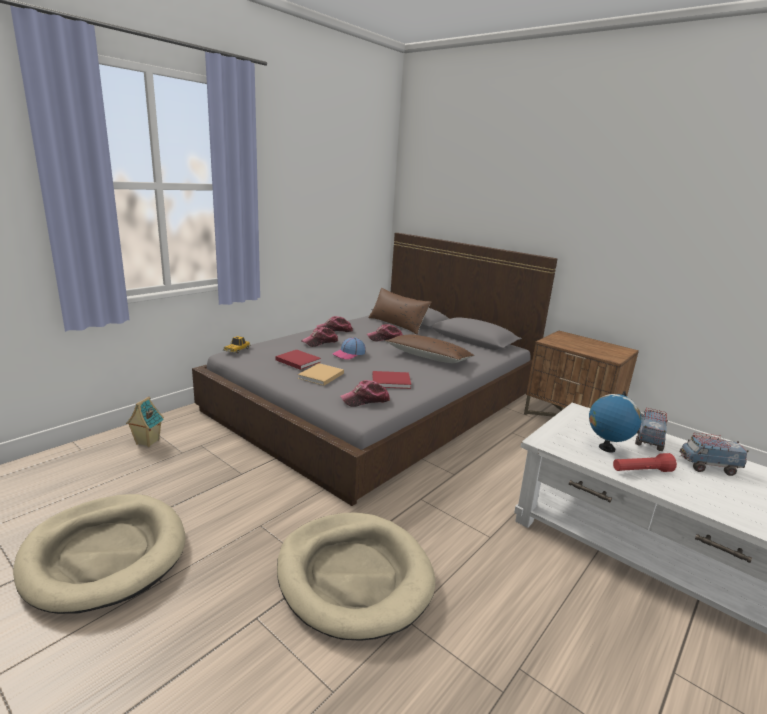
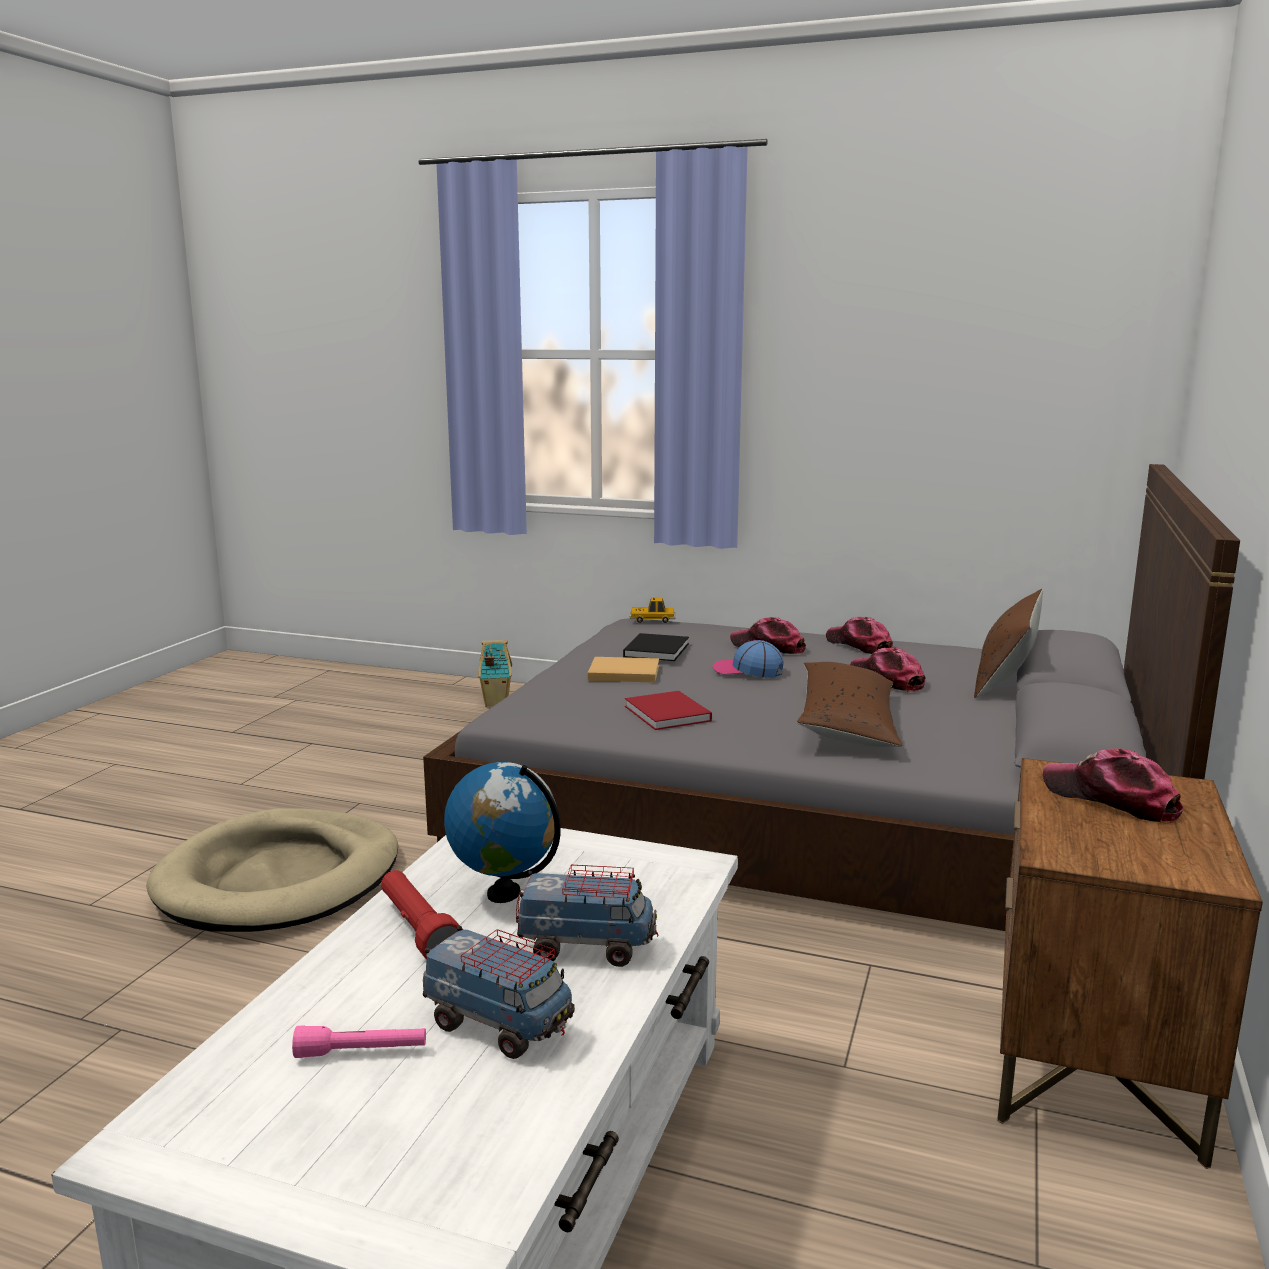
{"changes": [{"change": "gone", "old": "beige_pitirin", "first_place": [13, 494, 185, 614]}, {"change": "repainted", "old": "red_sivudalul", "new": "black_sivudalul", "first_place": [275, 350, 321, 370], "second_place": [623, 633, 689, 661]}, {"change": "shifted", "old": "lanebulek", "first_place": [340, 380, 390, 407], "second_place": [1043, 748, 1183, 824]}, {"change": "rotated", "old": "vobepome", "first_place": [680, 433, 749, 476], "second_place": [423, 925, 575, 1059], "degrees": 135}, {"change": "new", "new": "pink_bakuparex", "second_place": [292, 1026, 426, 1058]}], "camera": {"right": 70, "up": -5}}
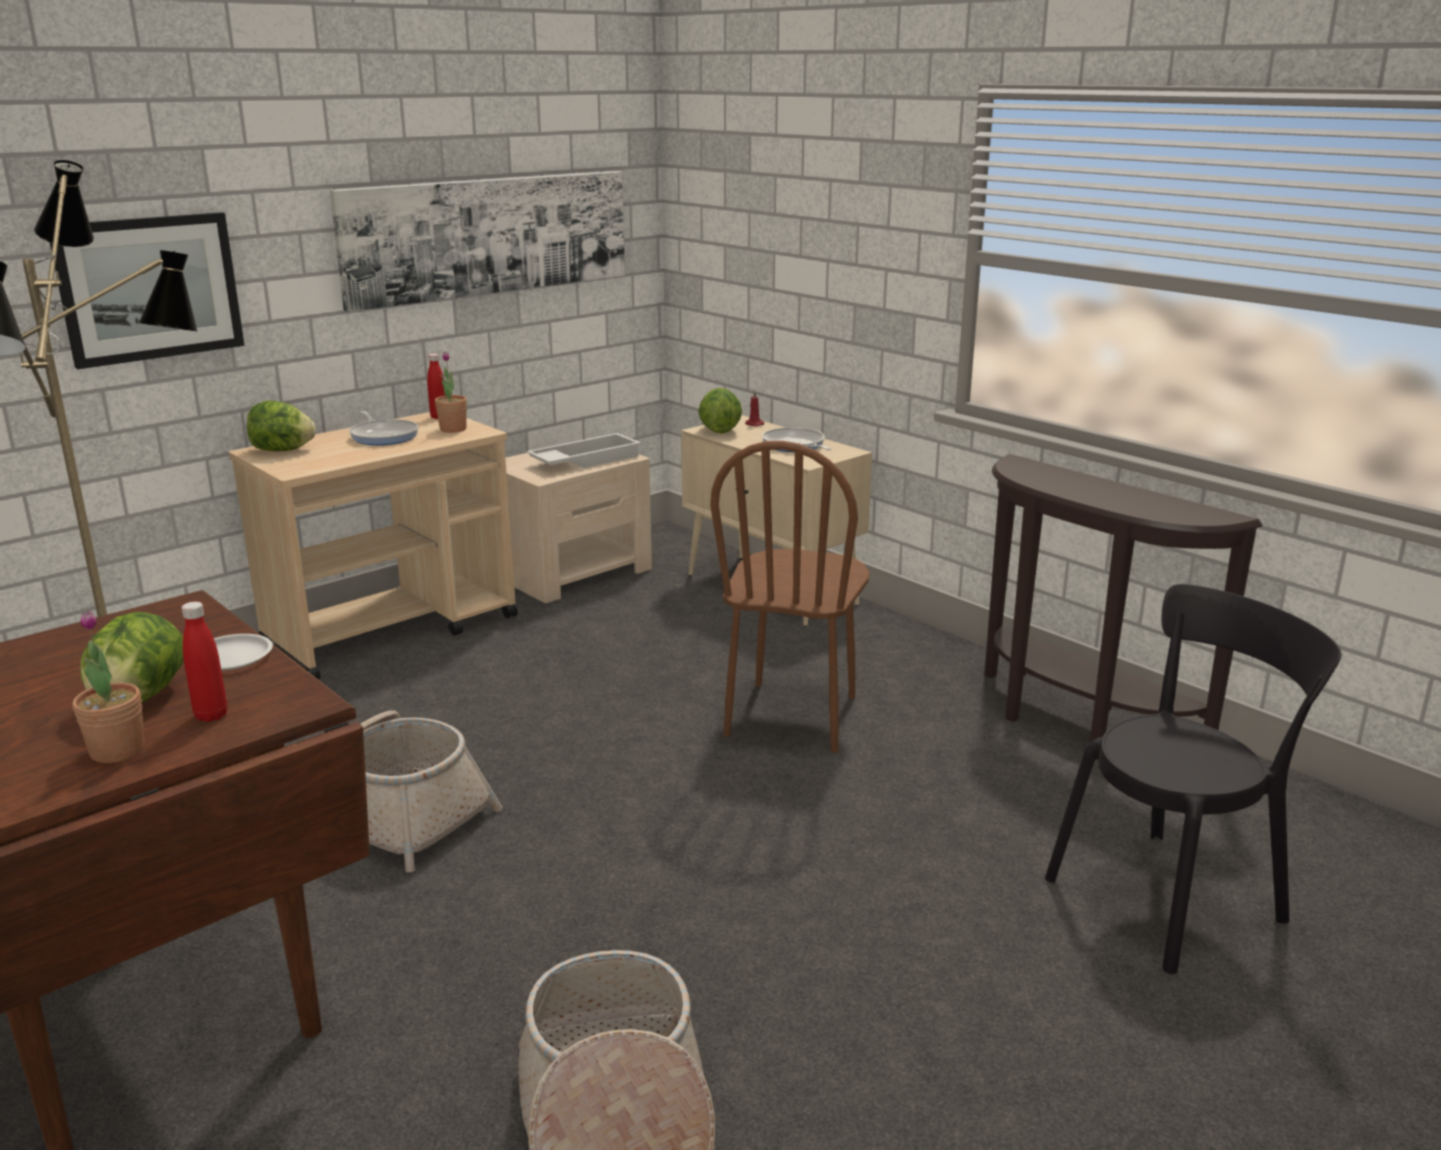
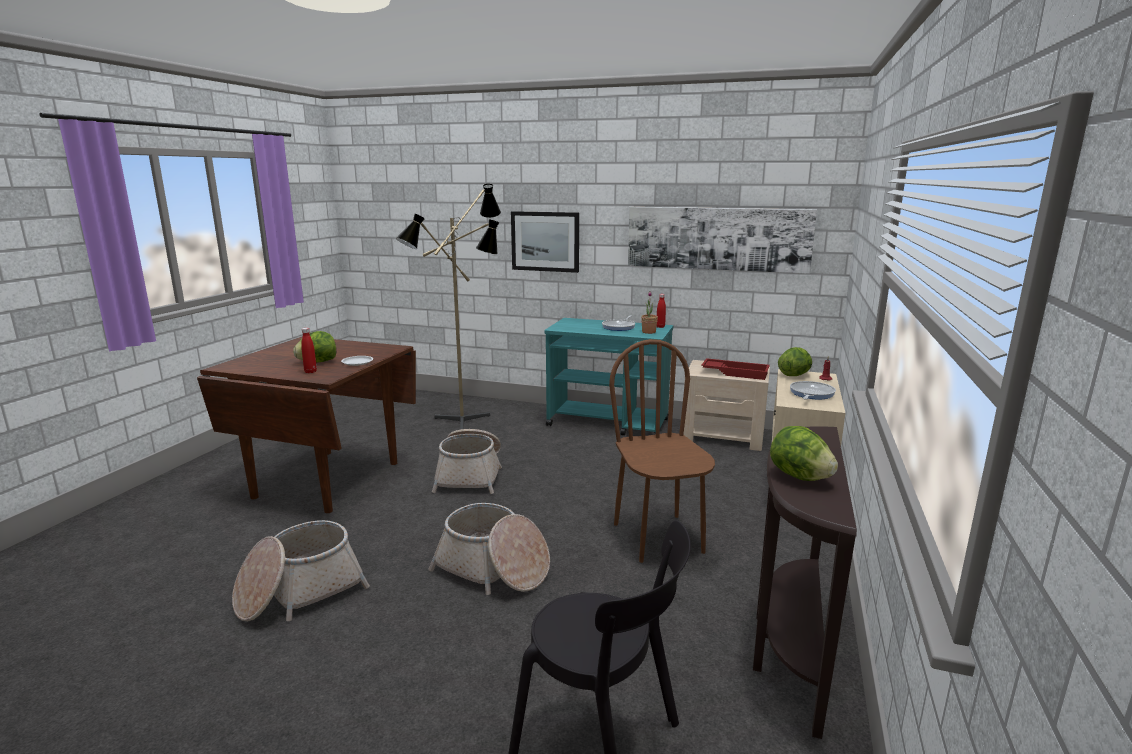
{"changes": [{"change": "gone", "old": "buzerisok", "first_place": [72, 610, 145, 763]}, {"change": "repainted", "old": "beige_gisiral", "new": "turquoise_gisiral", "first_place": [229, 412, 518, 680], "second_place": [544, 318, 673, 435]}, {"change": "shifted", "old": "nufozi", "first_place": [247, 400, 316, 451], "second_place": [770, 426, 838, 481]}, {"change": "repainted", "old": "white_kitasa", "new": "red_kitasa", "first_place": [526, 433, 641, 468], "second_place": [701, 358, 770, 380]}, {"change": "rotated", "old": "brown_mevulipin", "first_place": [710, 441, 870, 753], "second_place": [609, 339, 715, 563], "degrees": 90}, {"change": "new", "new": "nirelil", "second_place": [429, 503, 550, 595]}], "camera": {"right": 60, "up": -5}}
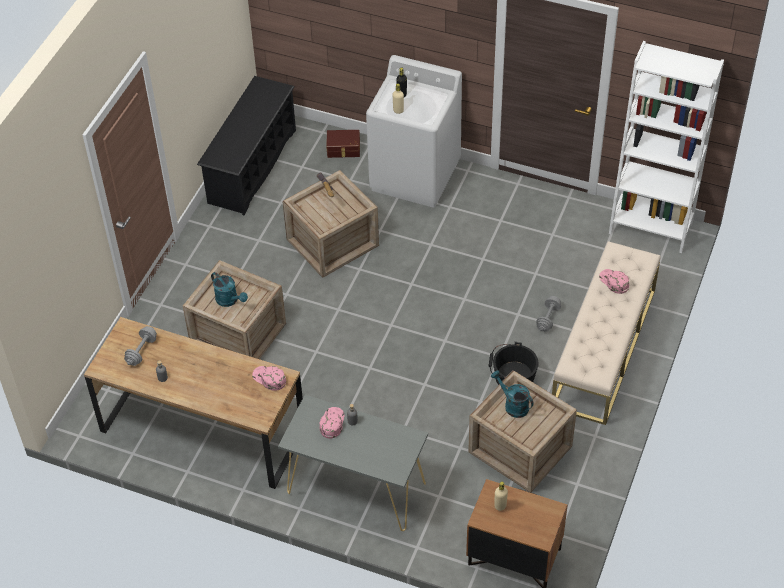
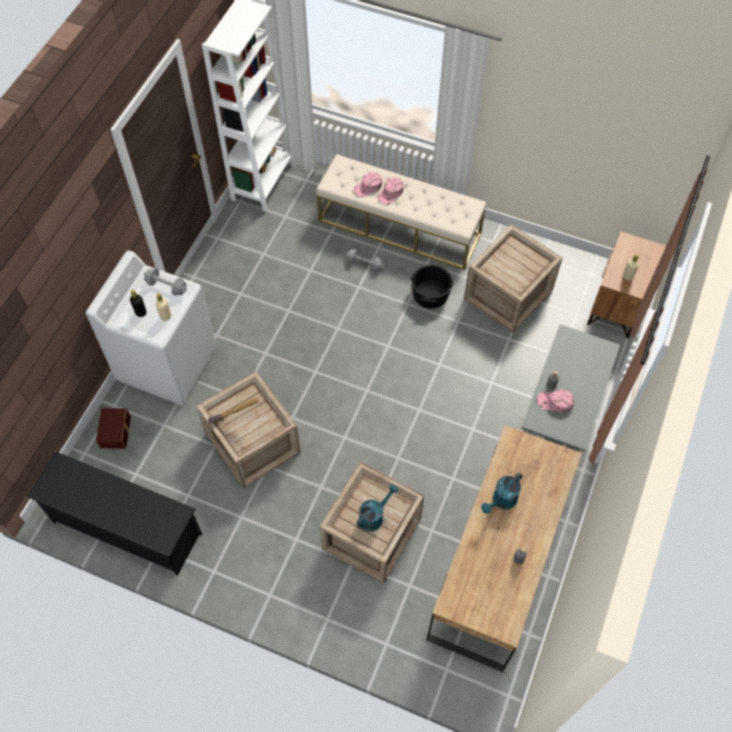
{"changes": [{"change": "shifted", "old": "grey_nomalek", "first_place": [124, 326, 157, 366], "second_place": [144, 268, 187, 296]}, {"change": "shifted", "old": "pink_lanebulek", "first_place": [252, 366, 286, 391], "second_place": [377, 177, 404, 205]}, {"change": "shifted", "old": "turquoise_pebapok", "first_place": [491, 370, 534, 418], "second_place": [481, 472, 523, 514]}], "camera": {"right": -90, "up": 10}}
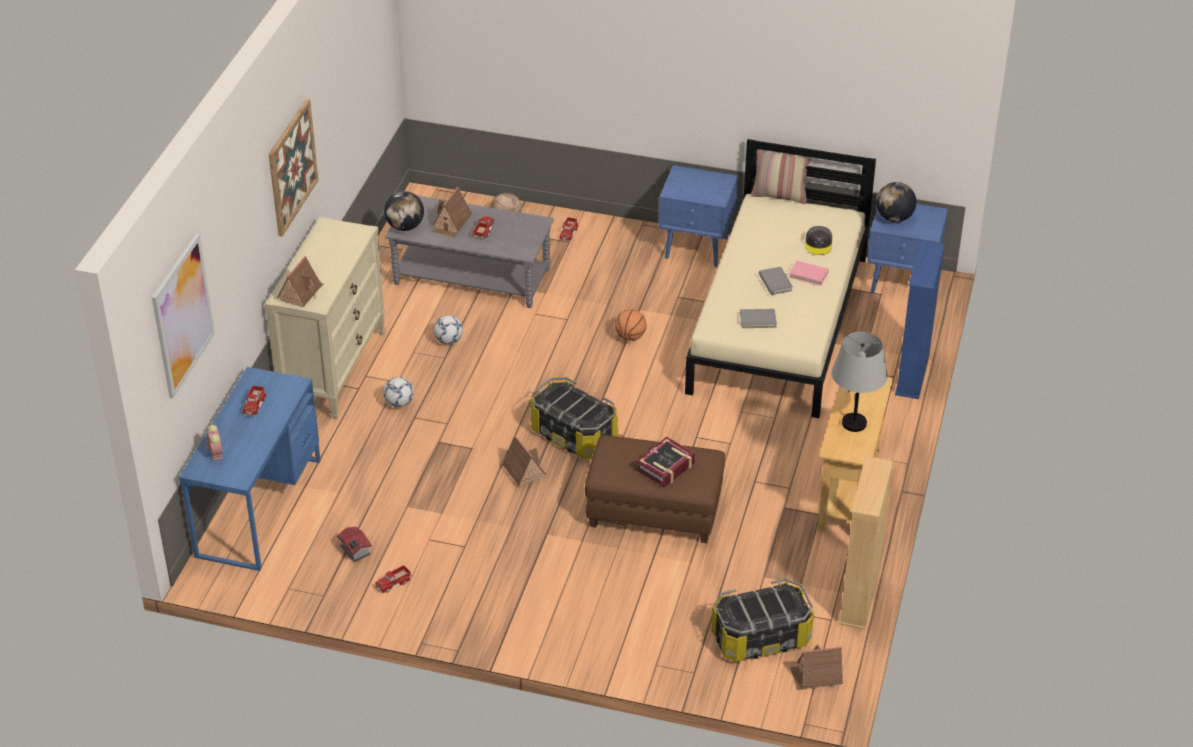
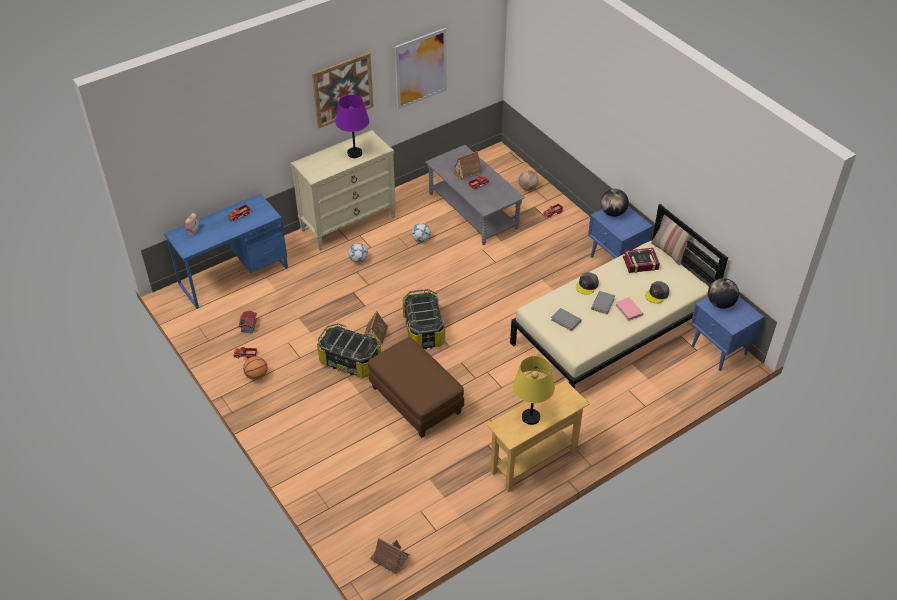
{"changes": [{"change": "shifted", "old": "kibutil", "first_place": [152, 234, 215, 398], "second_place": [395, 28, 446, 110]}, {"change": "gone", "old": "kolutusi", "first_place": [277, 256, 323, 307]}, {"change": "shifted", "old": "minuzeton", "first_place": [384, 191, 424, 231], "second_place": [601, 189, 629, 217]}, {"change": "shifted", "old": "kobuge", "first_place": [615, 309, 647, 341], "second_place": [243, 356, 268, 380]}, {"change": "shifted", "old": "sivudalul", "first_place": [636, 437, 695, 487], "second_place": [623, 248, 660, 273]}, {"change": "shifted", "old": "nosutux", "first_place": [711, 578, 814, 662], "second_place": [317, 323, 381, 378]}, {"change": "repainted", "old": "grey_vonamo", "new": "yellow_vonamo", "first_place": [832, 332, 888, 432], "second_place": [513, 356, 555, 425]}, {"change": "gone", "old": "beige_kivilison", "first_place": [839, 456, 893, 630]}, {"change": "gone", "old": "blue_kivilison", "first_place": [895, 241, 944, 399]}, {"change": "new", "new": "purple_vonamo", "second_place": [335, 95, 369, 158]}, {"change": "new", "new": "grey_lanebulek", "second_place": [576, 272, 599, 295]}], "camera": {"right": 40, "up": 5}}
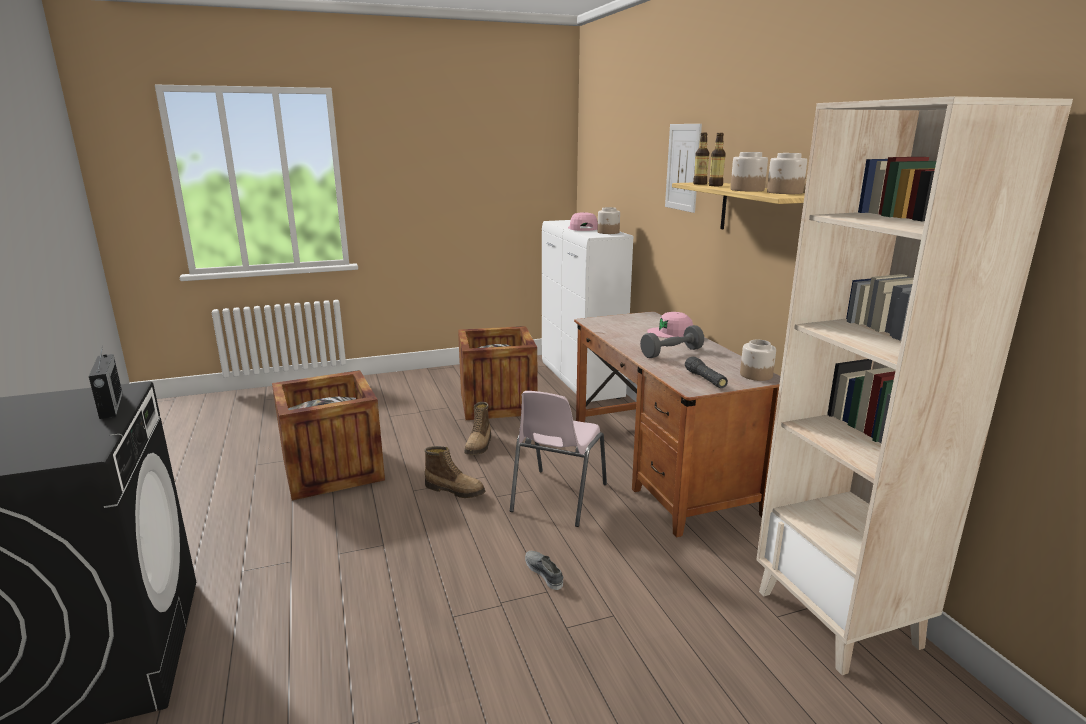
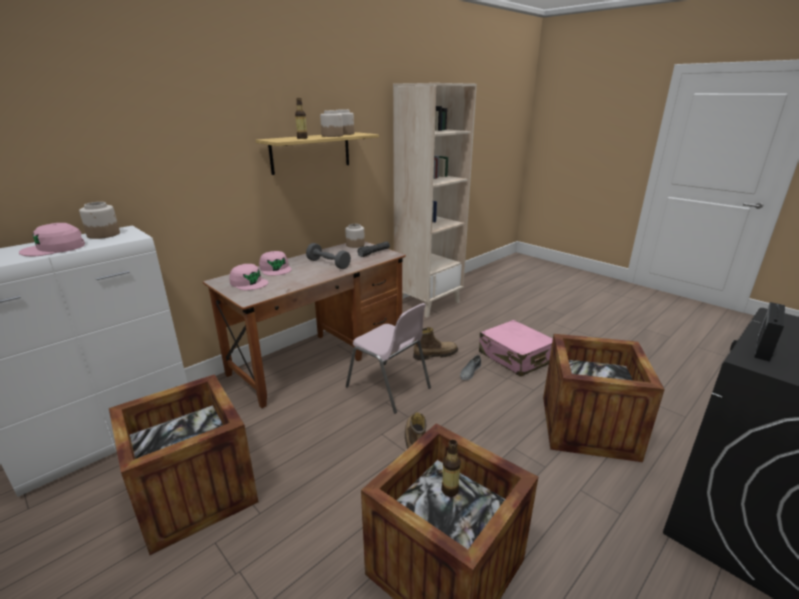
{"changes": [{"change": "shifted", "old": "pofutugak", "first_place": [464, 402, 491, 455], "second_place": [413, 327, 458, 360]}, {"change": "rotated", "old": "pink_mevulipin", "first_place": [510, 391, 607, 527], "second_place": [346, 303, 431, 413], "degrees": 45}, {"change": "gone", "old": "kibutil", "first_place": [665, 124, 702, 213]}, {"change": "shifted", "old": "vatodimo", "first_place": [693, 133, 709, 185], "second_place": [441, 440, 461, 497]}, {"change": "new", "new": "pink_lanebulek", "second_place": [229, 264, 268, 290]}, {"change": "new", "new": "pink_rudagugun", "second_place": [479, 320, 553, 377]}, {"change": "new", "new": "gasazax", "second_place": [543, 334, 665, 462]}], "camera": {"right": -115, "up": 5}}
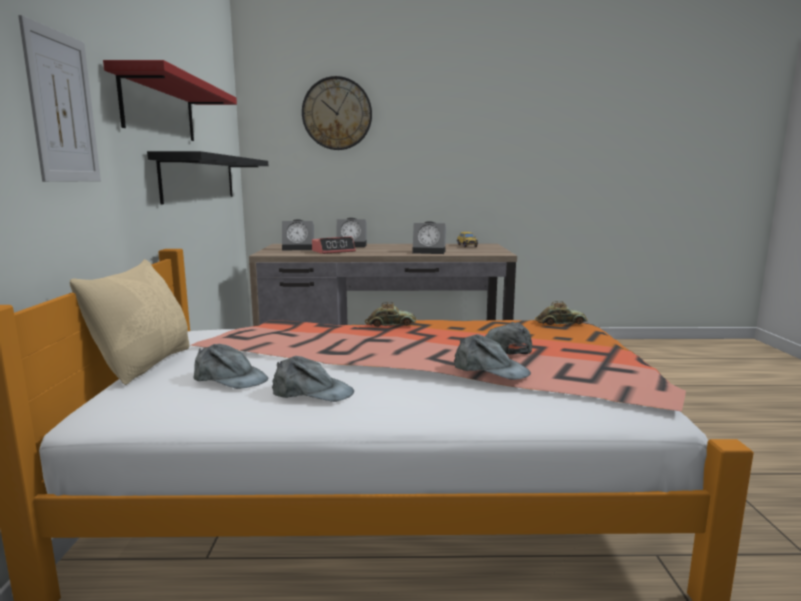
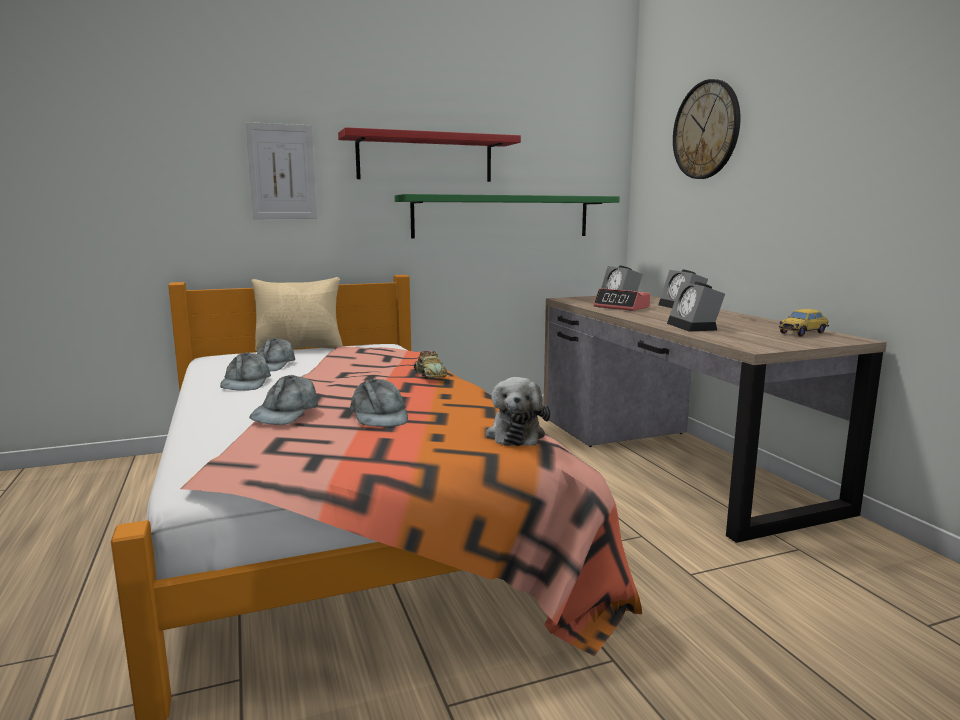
{"changes": [{"change": "repainted", "old": "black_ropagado", "new": "green_ropagado", "first_place": [147, 151, 268, 205], "second_place": [395, 194, 620, 238]}, {"change": "rotated", "old": "grey_lanebulek", "first_place": [485, 322, 532, 355], "second_place": [350, 378, 408, 427], "degrees": 105}, {"change": "swapped", "old": "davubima", "new": "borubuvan", "first_place": [535, 301, 588, 325], "second_place": [486, 377, 550, 446]}], "camera": {"right": 70, "up": 0}}
